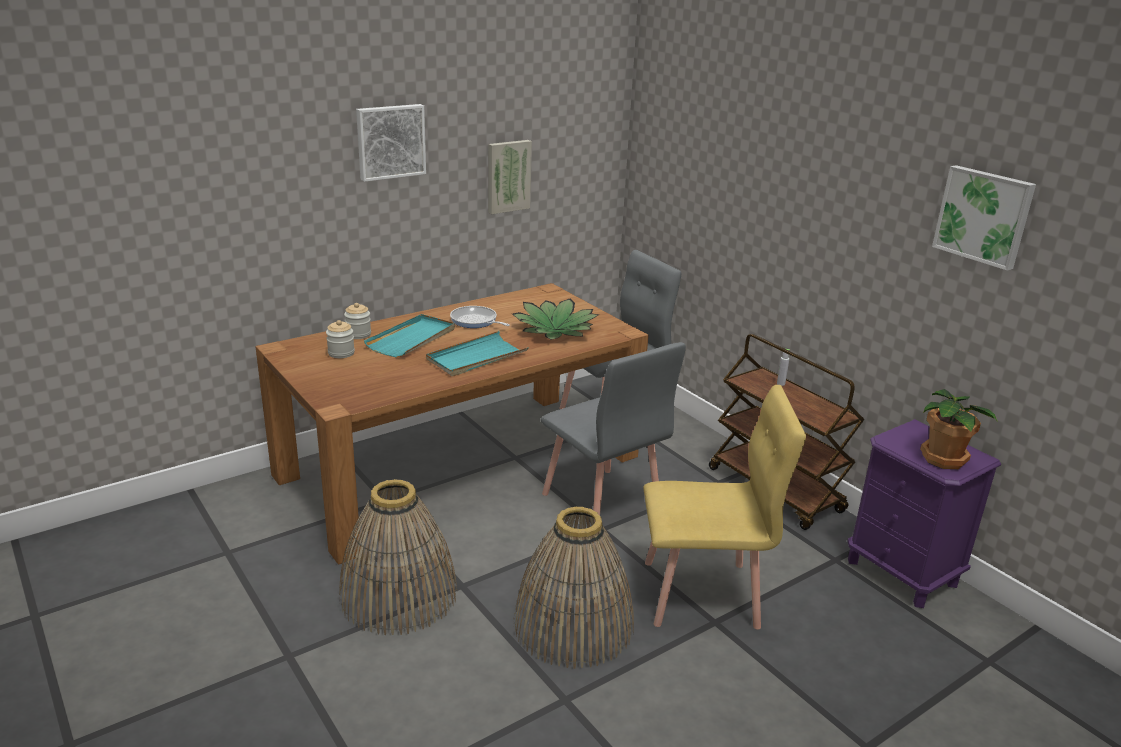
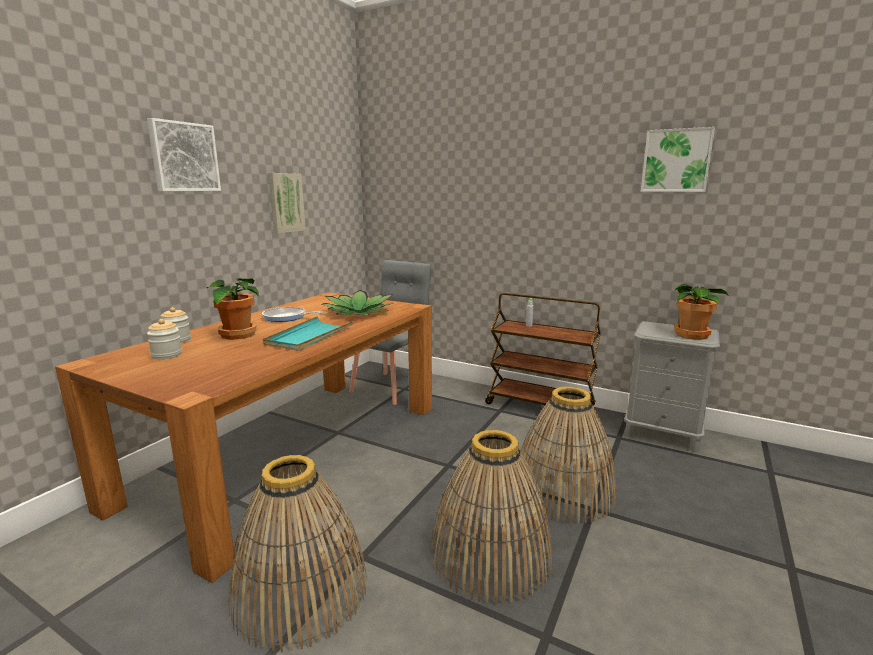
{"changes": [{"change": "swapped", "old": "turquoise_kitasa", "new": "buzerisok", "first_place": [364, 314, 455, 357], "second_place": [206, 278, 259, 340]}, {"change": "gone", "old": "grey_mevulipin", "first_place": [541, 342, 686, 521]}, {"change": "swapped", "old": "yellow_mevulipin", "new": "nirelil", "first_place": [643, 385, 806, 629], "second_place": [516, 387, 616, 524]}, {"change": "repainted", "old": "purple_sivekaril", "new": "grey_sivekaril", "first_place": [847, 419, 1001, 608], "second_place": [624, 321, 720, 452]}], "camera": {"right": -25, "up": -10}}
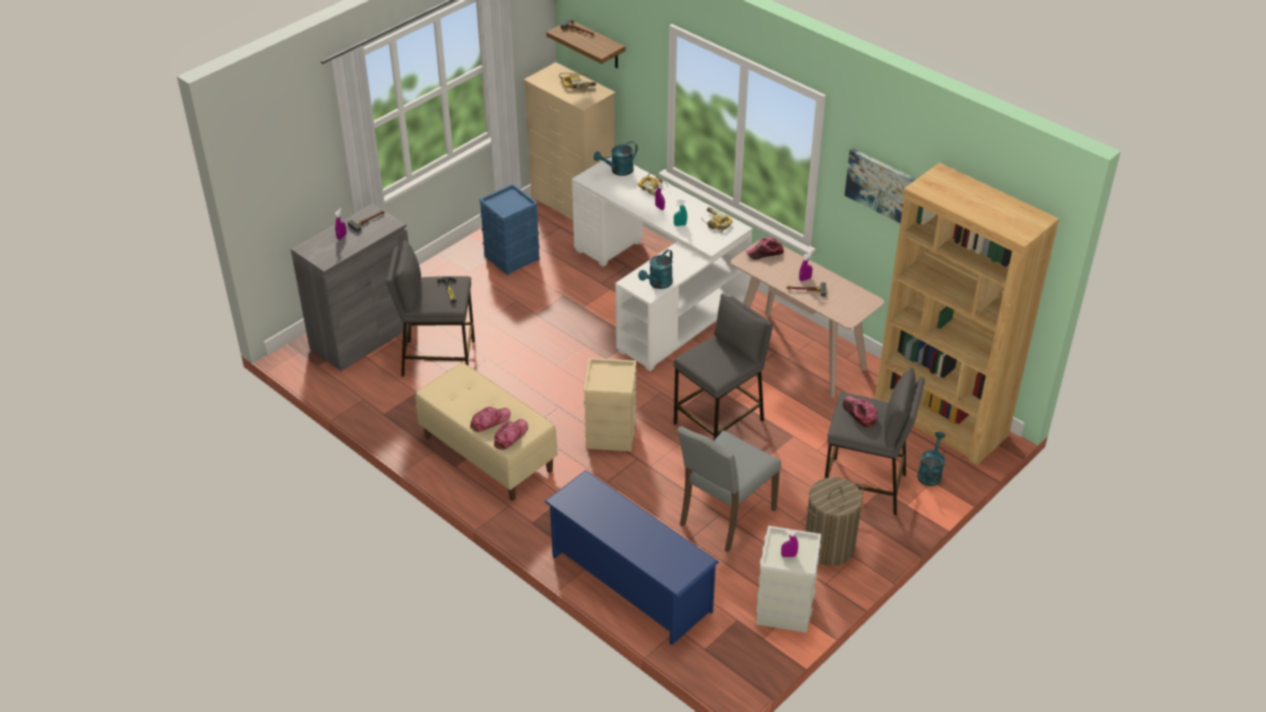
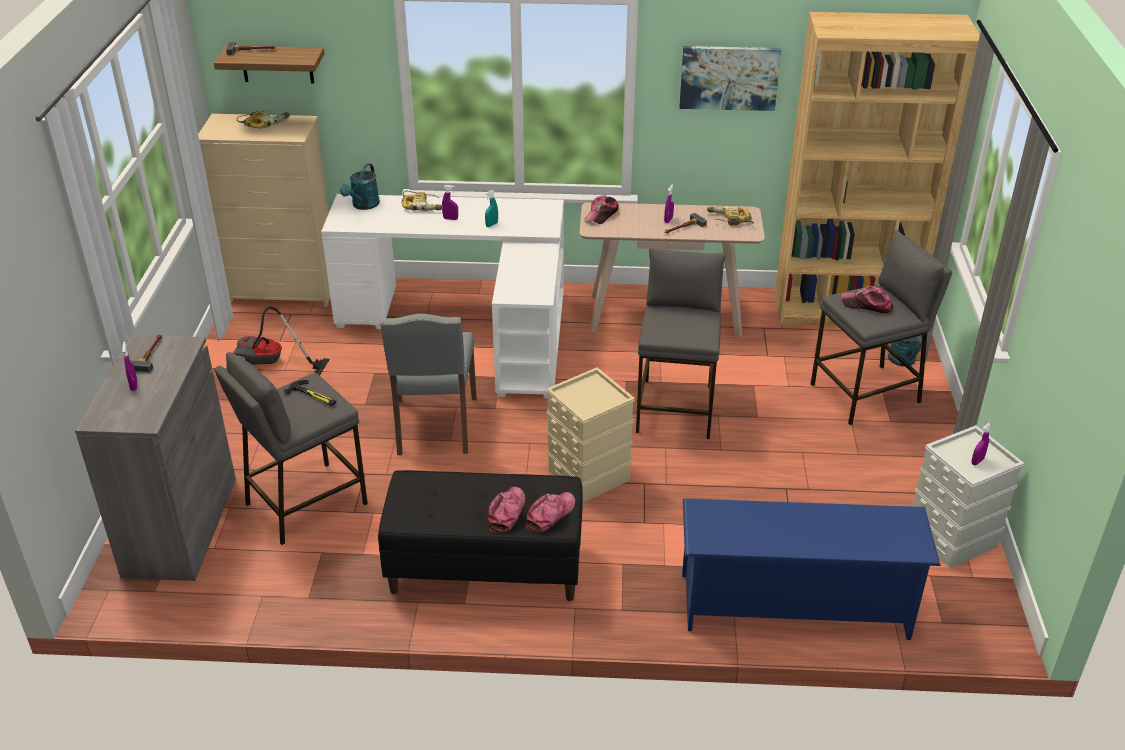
{"changes": [{"change": "repainted", "old": "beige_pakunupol", "new": "black_pakunupol", "first_place": [415, 363, 558, 501], "second_place": [378, 470, 583, 601]}, {"change": "swapped", "old": "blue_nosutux", "new": "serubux", "first_place": [479, 184, 540, 275], "second_place": [233, 306, 329, 376]}, {"change": "rotated", "old": "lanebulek", "first_place": [494, 419, 528, 450], "second_place": [526, 492, 575, 533], "degrees": 45}, {"change": "gone", "old": "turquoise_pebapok", "first_place": [638, 249, 673, 289]}, {"change": "shifted", "old": "grey_mevulipin", "first_place": [677, 426, 781, 552], "second_place": [380, 314, 477, 455]}, {"change": "shifted", "old": "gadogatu", "first_place": [700, 207, 733, 233], "second_place": [707, 206, 754, 226]}, {"change": "gone", "old": "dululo", "first_place": [805, 477, 863, 566]}], "camera": {"right": -40, "up": -5}}
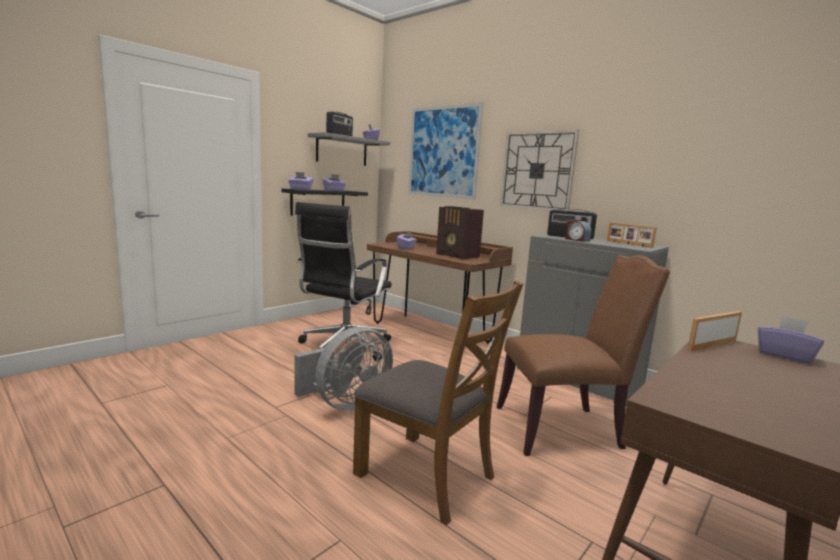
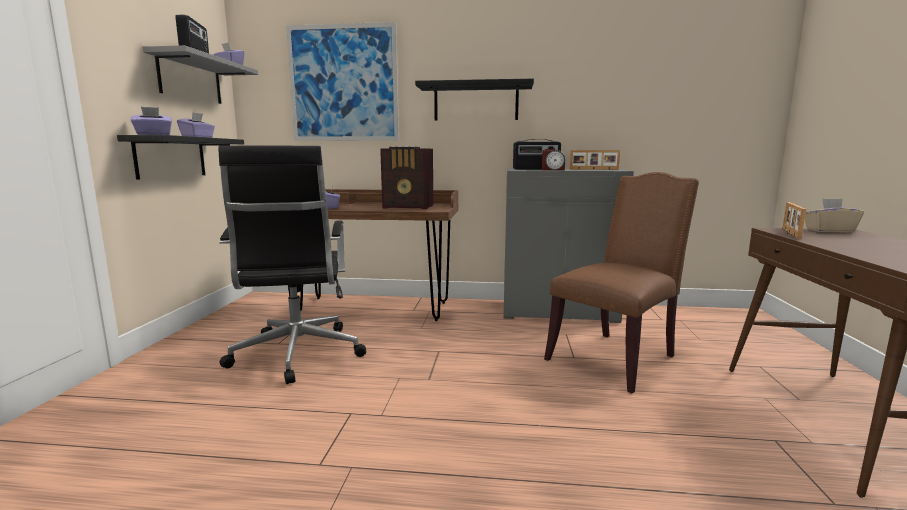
{"changes": [{"change": "gone", "old": "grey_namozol", "first_place": [295, 327, 393, 411]}, {"change": "gone", "old": "brown_mevulipin", "first_place": [353, 281, 523, 525]}, {"change": "swapped", "old": "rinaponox", "new": "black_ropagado", "first_place": [500, 130, 579, 211], "second_place": [415, 79, 534, 121]}, {"change": "repainted", "old": "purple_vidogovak", "new": "beige_vidogovak", "first_place": [758, 315, 824, 364], "second_place": [805, 199, 864, 233]}], "camera": {"right": -35, "up": 0}}
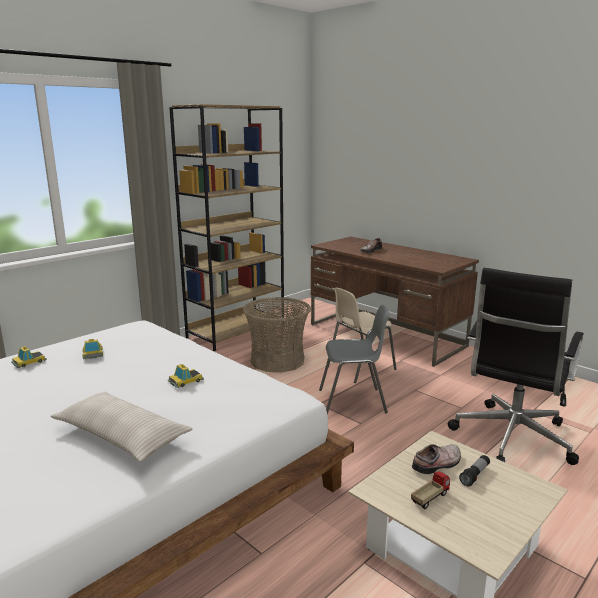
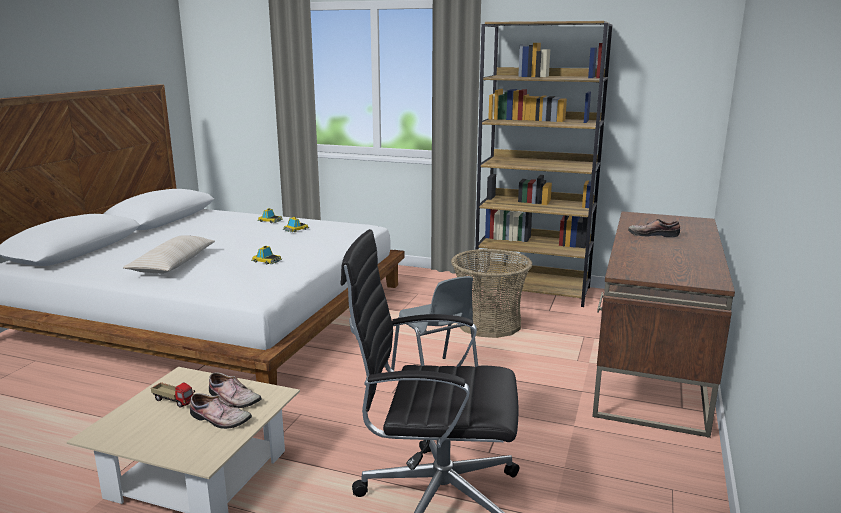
{"changes": [{"change": "gone", "old": "beige_mevulipin", "first_place": [328, 288, 396, 383]}, {"change": "swapped", "old": "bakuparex", "new": "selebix", "first_place": [459, 455, 490, 486], "second_place": [190, 393, 252, 429]}], "camera": {"right": 65, "up": 0}}
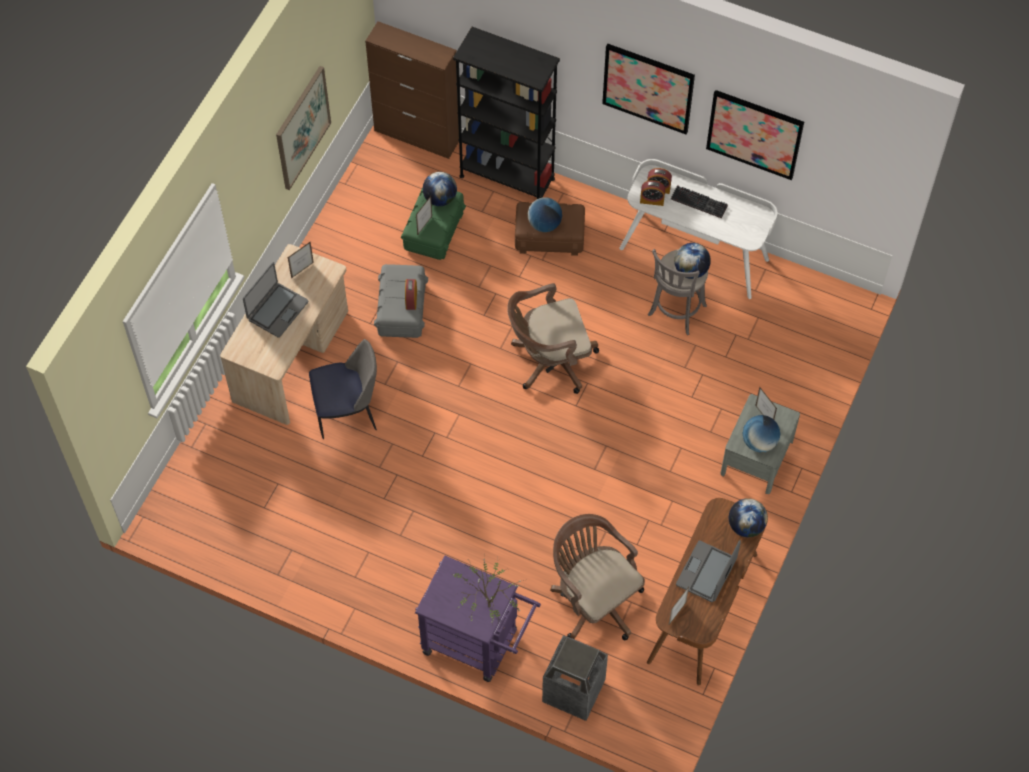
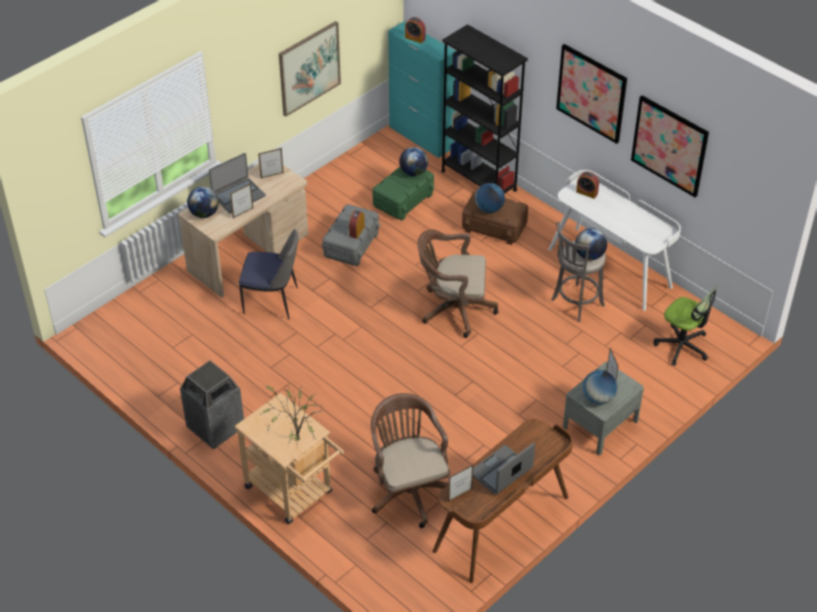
{"changes": [{"change": "repainted", "old": "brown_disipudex", "new": "turquoise_disipudex", "first_place": [365, 21, 459, 159], "second_place": [388, 21, 456, 158]}, {"change": "repainted", "old": "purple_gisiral", "new": "beige_gisiral", "first_place": [415, 556, 541, 682], "second_place": [234, 393, 344, 524]}, {"change": "shifted", "old": "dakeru", "first_place": [416, 196, 432, 236], "second_place": [230, 183, 253, 218]}, {"change": "shifted", "old": "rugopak", "first_place": [542, 636, 608, 721], "second_place": [180, 360, 244, 450]}, {"change": "shifted", "old": "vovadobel", "first_place": [640, 180, 665, 206], "second_place": [405, 17, 426, 43]}, {"change": "gone", "old": "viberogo", "first_place": [671, 186, 728, 218]}, {"change": "shifted", "old": "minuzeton", "first_place": [729, 498, 768, 537], "second_place": [187, 187, 219, 218]}, {"change": "new", "new": "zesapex", "second_place": [653, 285, 719, 366]}], "camera": {"right": 20, "up": -15}}
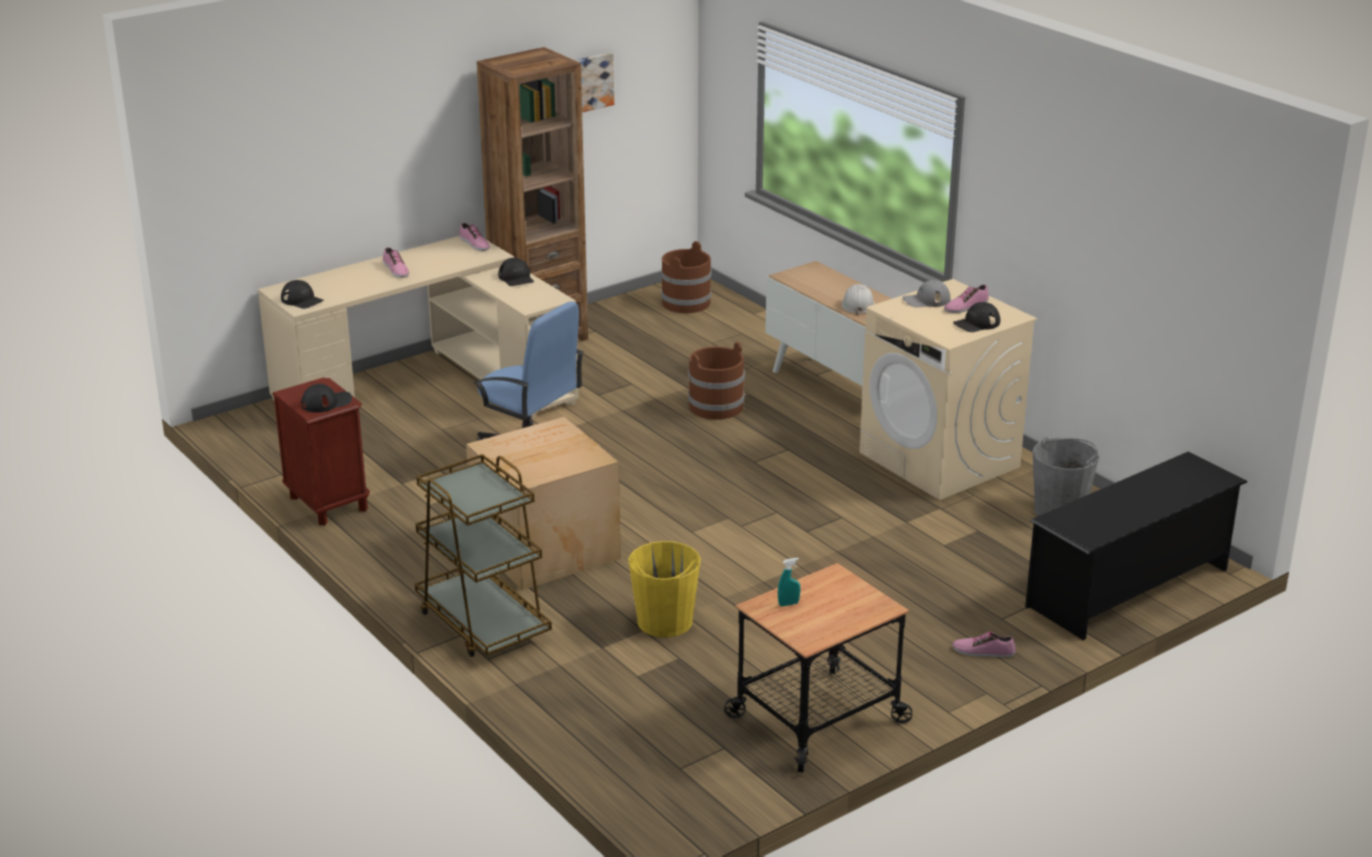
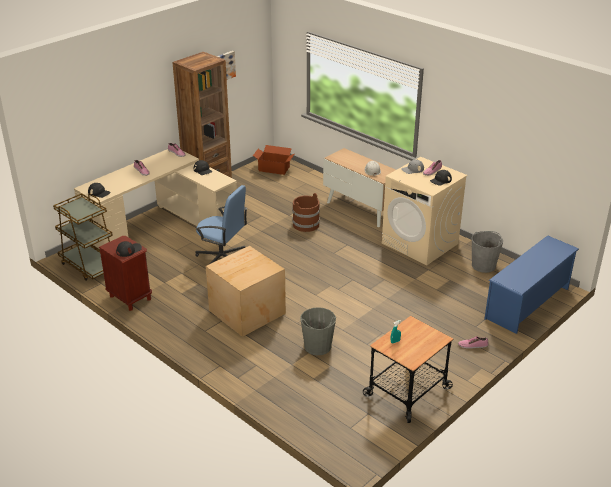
{"changes": [{"change": "shifted", "old": "brown_gisiral", "first_place": [415, 454, 552, 657], "second_place": [53, 193, 113, 281]}, {"change": "repainted", "old": "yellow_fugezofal", "new": "grey_fugezofal", "first_place": [628, 541, 701, 637], "second_place": [300, 307, 336, 355]}, {"change": "swapped", "old": "brown_fugezofal", "new": "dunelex", "first_place": [661, 241, 712, 313], "second_place": [253, 145, 294, 175]}, {"change": "repainted", "old": "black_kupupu", "new": "blue_kupupu", "first_place": [1025, 451, 1247, 640], "second_place": [484, 236, 579, 334]}], "camera": {"right": -10, "up": 5}}
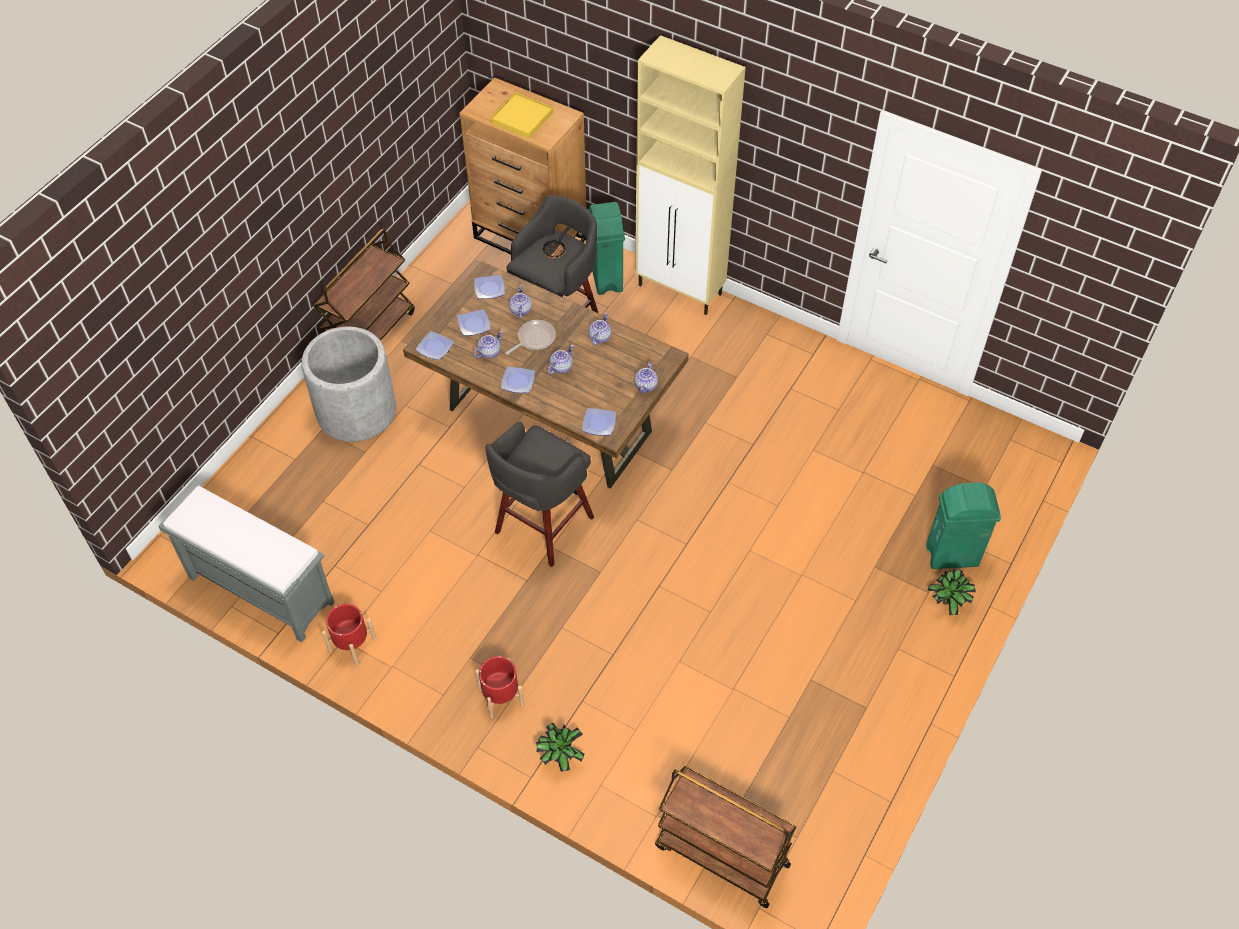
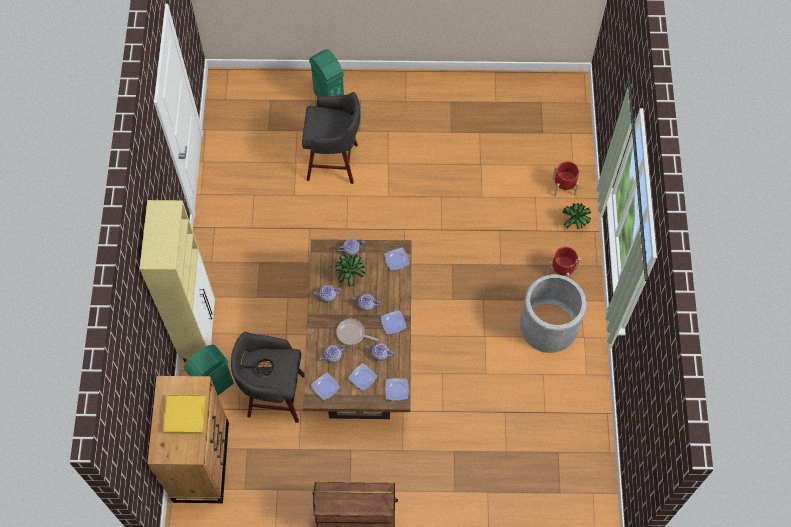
{"changes": [{"change": "gone", "old": "grey_pakunupol", "first_place": [159, 486, 335, 642]}, {"change": "shifted", "old": "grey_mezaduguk", "first_place": [302, 327, 396, 442], "second_place": [520, 274, 586, 353]}, {"change": "shifted", "old": "red_mezaduguk", "first_place": [322, 604, 376, 665], "second_place": [552, 161, 579, 197]}, {"change": "shifted", "old": "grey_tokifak", "first_place": [486, 422, 594, 567], "second_place": [302, 92, 360, 184]}, {"change": "gone", "old": "brown_gisiral", "first_place": [655, 766, 796, 908]}, {"change": "shifted", "old": "buzerisok", "first_place": [928, 568, 976, 615], "second_place": [335, 254, 366, 286]}], "camera": {"right": -120, "up": 10}}
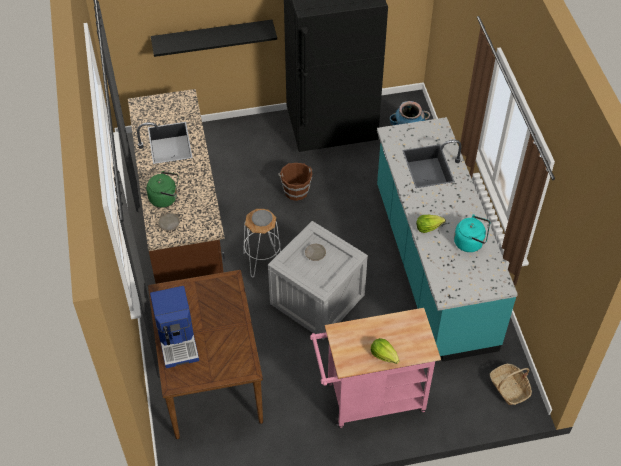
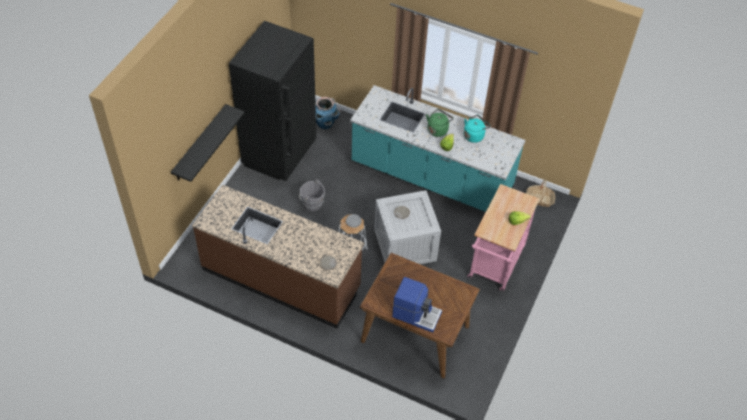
{"changes": [{"change": "shifted", "old": "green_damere", "first_place": [146, 171, 178, 208], "second_place": [426, 109, 453, 137]}, {"change": "repainted", "old": "brown_fugezofal", "new": "grey_fugezofal", "first_place": [278, 163, 313, 201], "second_place": [299, 179, 325, 211]}], "camera": {"right": -55, "up": 0}}
